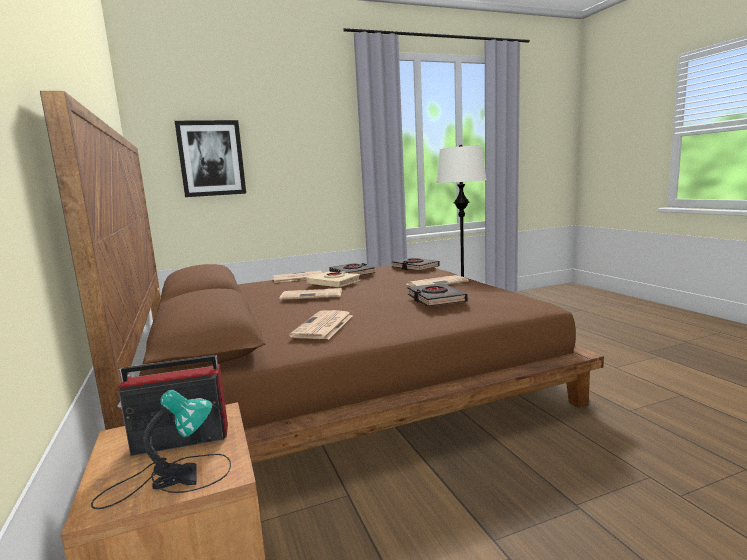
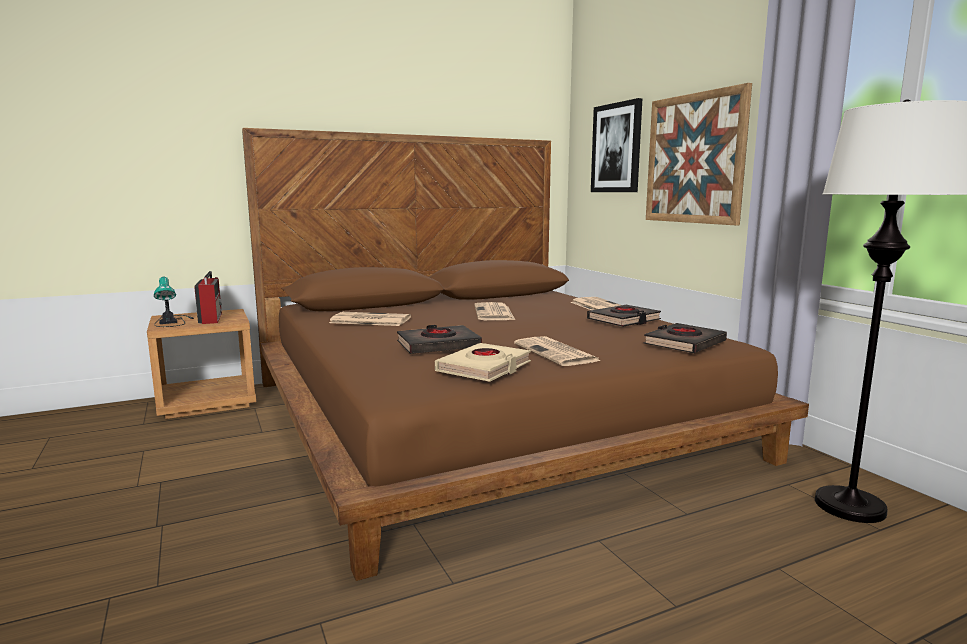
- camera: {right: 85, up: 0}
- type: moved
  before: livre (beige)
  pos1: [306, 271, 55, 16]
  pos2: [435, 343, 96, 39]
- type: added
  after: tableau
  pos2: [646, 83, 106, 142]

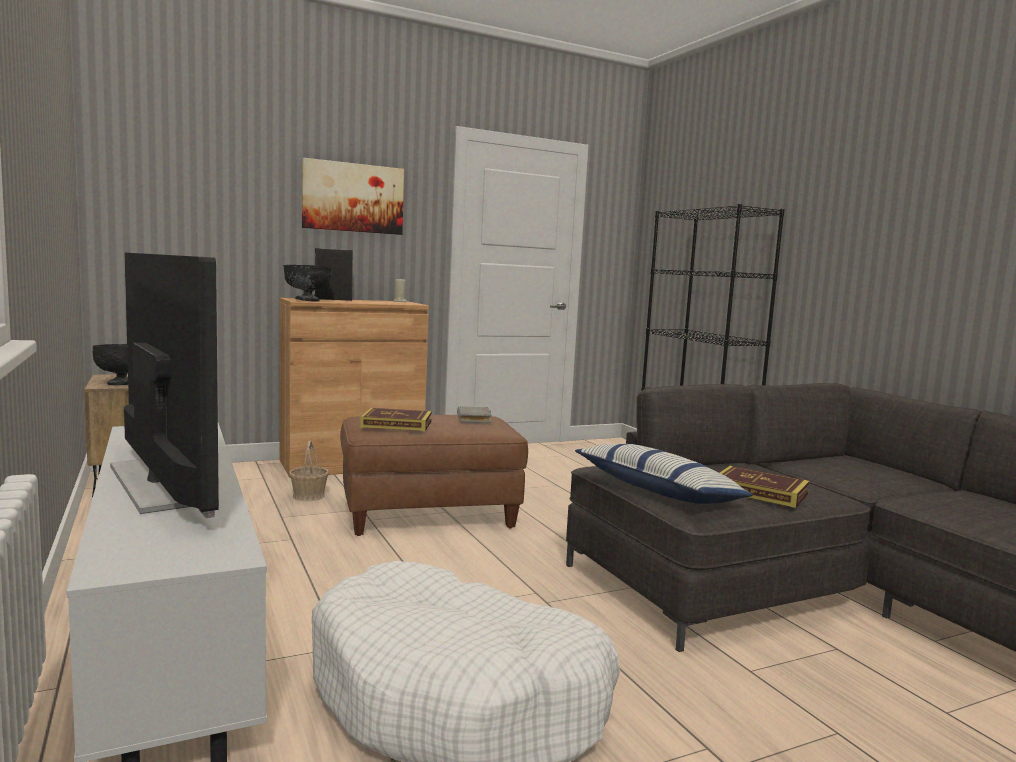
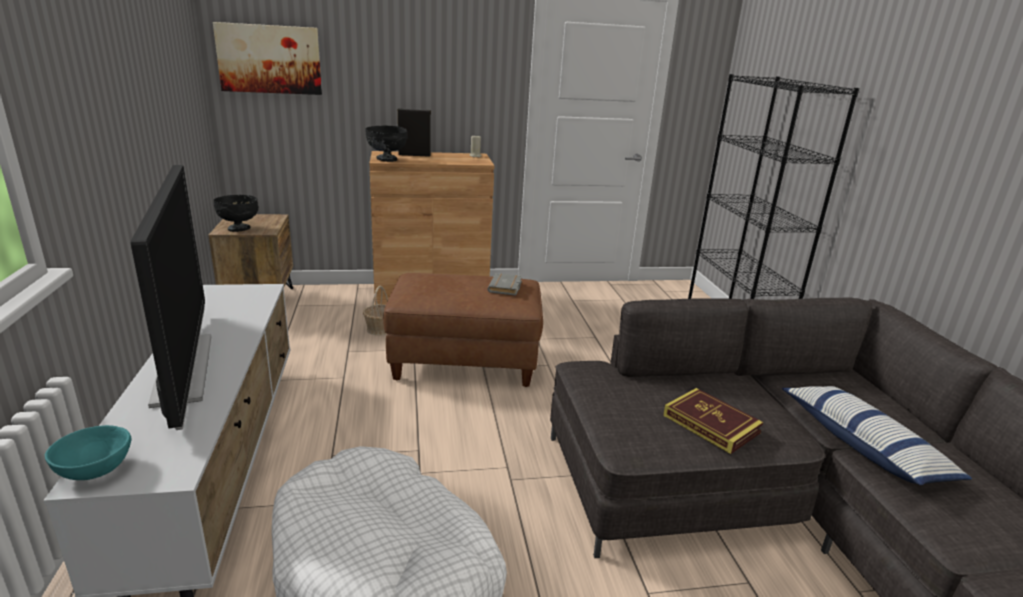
- camera: {right: 15, up: 15}
- type: moved
  before: tableau
  pos1: [302, 158, 102, 77]
  pos2: [213, 22, 109, 73]
- type: removed
  before: livre
  pos1: [360, 408, 72, 23]
- type: moved
  before: coussin
  pos1: [575, 444, 177, 60]
  pos2: [782, 386, 190, 99]
- type: added
  after: bol (turquoise)
  pos2: [45, 425, 86, 55]

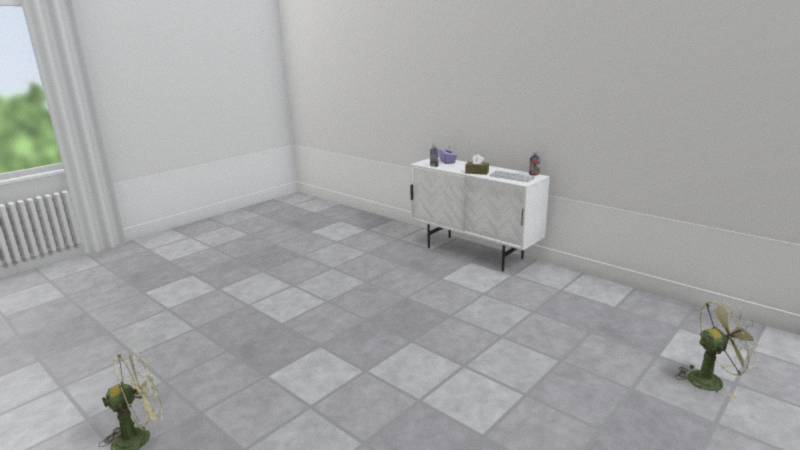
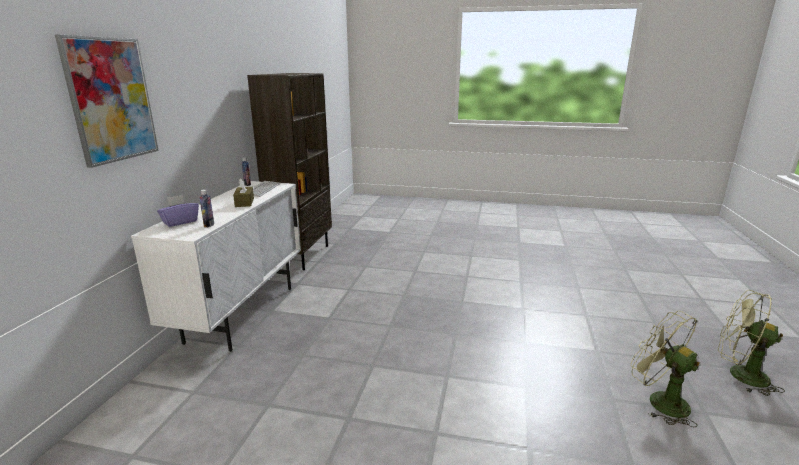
- camera: {right: -120, up: 0}
- type: moved
  before: ventilateur (vert)
  pos1: [675, 300, 87, 98]
  pos2: [631, 311, 68, 116]
- type: added
  after: tableau
  pos2: [55, 35, 104, 133]
- type: added
  after: bibliothèque (marron)
  pos2: [247, 73, 85, 197]

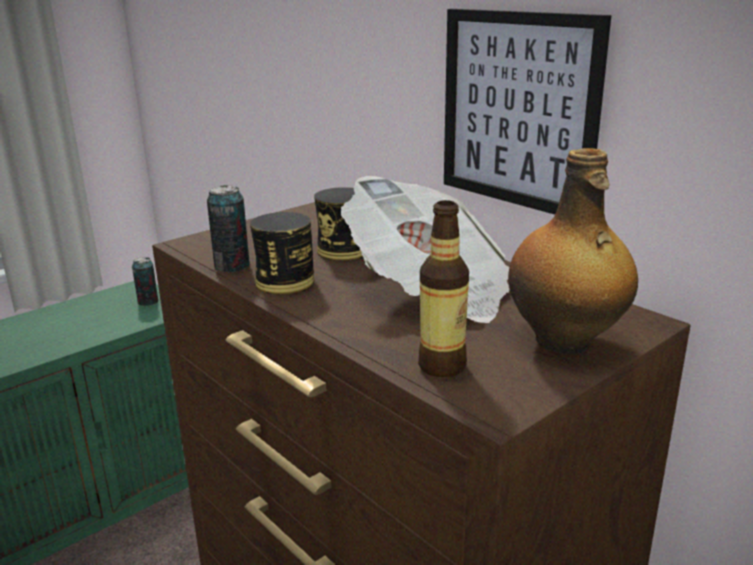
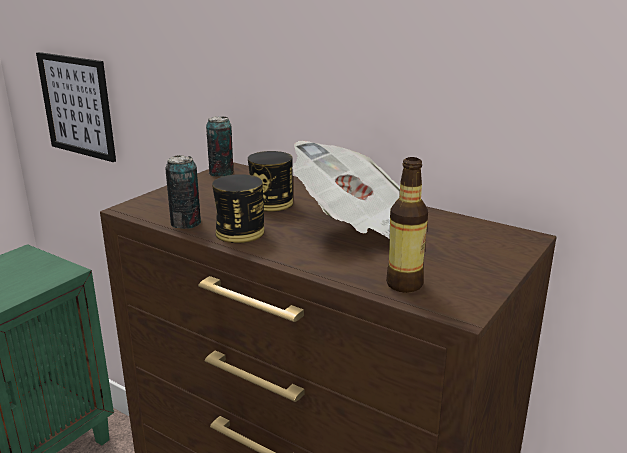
- camera: {right: -15, up: 0}
- type: moved
  before: boîte métallique
  pos1: [132, 257, 26, 49]
  pos2: [206, 116, 28, 61]
- type: moved
  before: tableau
  pos1: [444, 9, 167, 206]
  pos2: [36, 52, 80, 110]
- type: removed
  before: bouteille
  pos1: [508, 148, 130, 206]

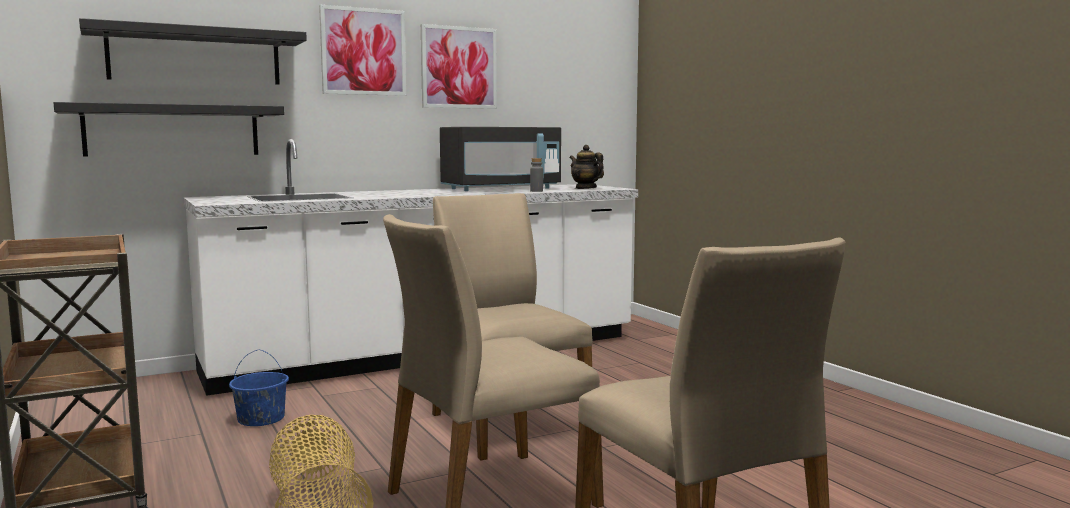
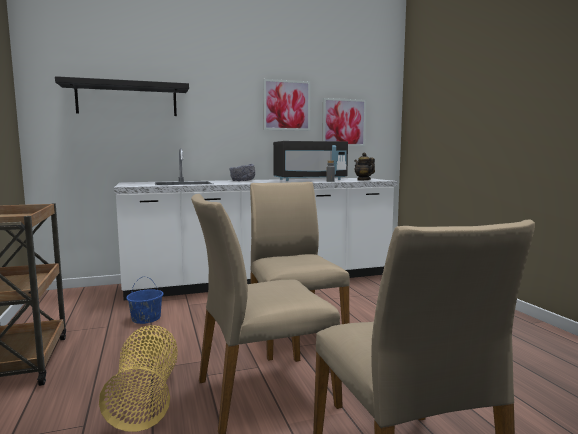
- camera: {right: 10, up: 0}
- type: removed
  before: étagère (noir)
  pos1: [53, 102, 231, 55]
- type: moved
  before: tableau
  pos1: [319, 5, 87, 91]
  pos2: [322, 98, 44, 48]
- type: added
  after: bol (gris)
  pos2: [230, 164, 25, 17]

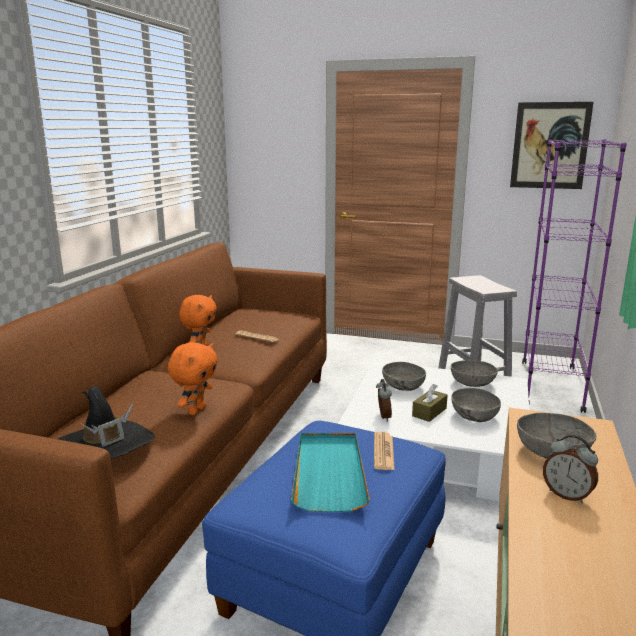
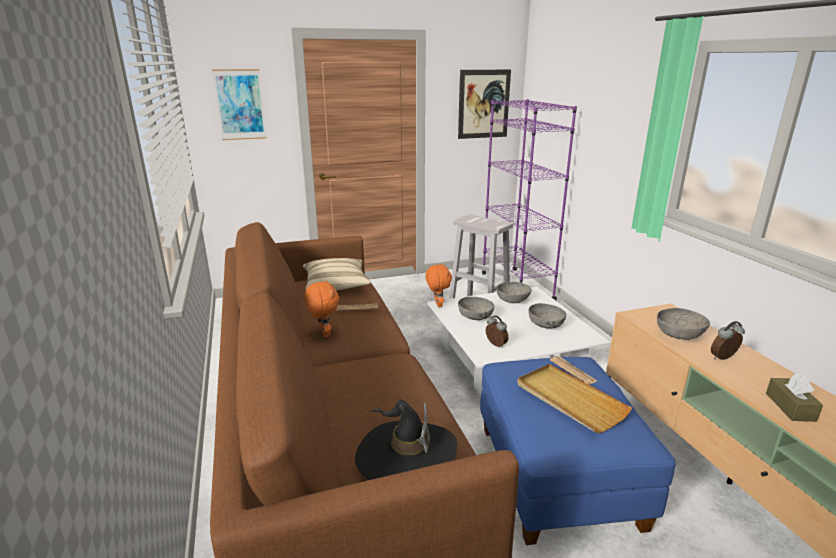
- camera: {right: -35, up: 5}
- type: moved
  before: peluche (orange)
  pos1: [168, 342, 50, 73]
  pos2: [426, 264, 26, 43]
- type: recoloured
  before: plateau (turquoise)
  after: plateau (beige)
  pos1: [291, 433, 79, 79]
  pos2: [517, 364, 115, 69]
- type: moved
  before: boîte à mouchoirs (marron)
  pos1: [412, 384, 36, 38]
  pos2: [766, 373, 57, 49]
- type: turned
  before: réveil
  pos1: [543, 435, 55, 68]
  pos2: [711, 321, 34, 39]
  turn: 150
- type: added
  after: tableau
  pos2: [212, 69, 55, 71]
- type: added
  after: coussin (beige)
  pos2: [303, 258, 68, 33]

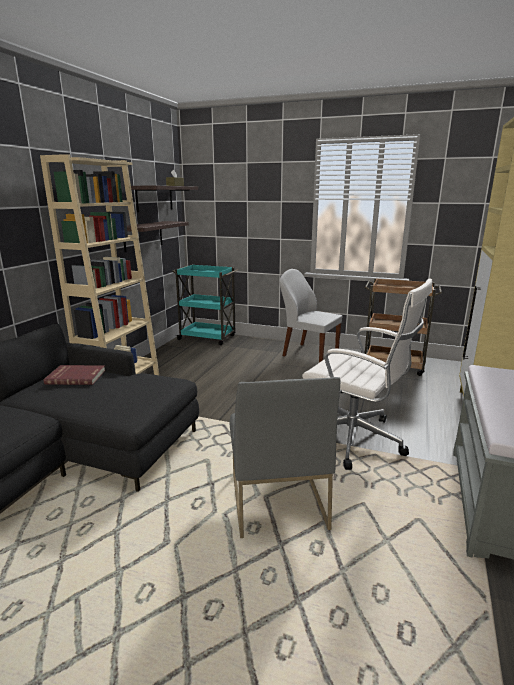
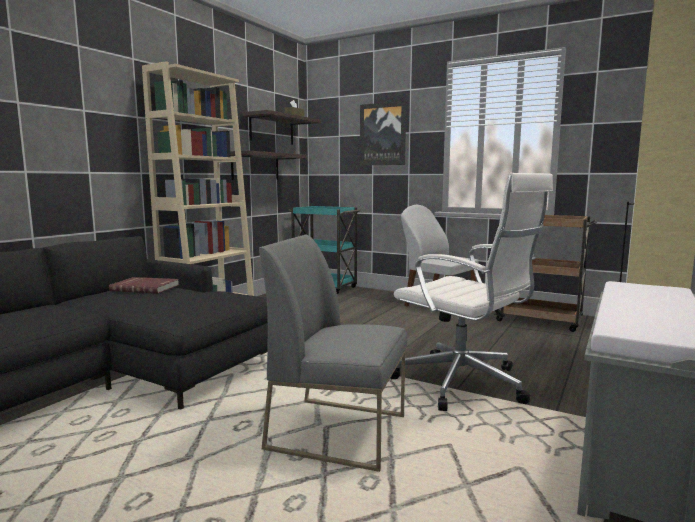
- camera: {right: 10, up: -10}
- type: turned
  before: chaise (gris)
  pos1: [230, 377, 110, 161]
  pos2: [259, 235, 148, 237]
  turn: 105
- type: added
  after: tableau
  pos2: [360, 101, 46, 65]

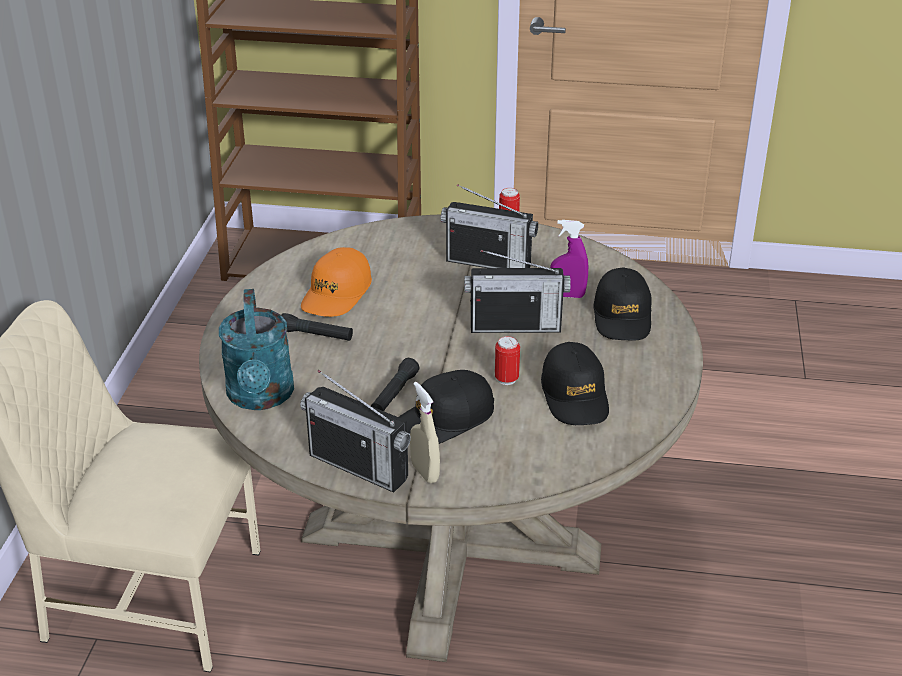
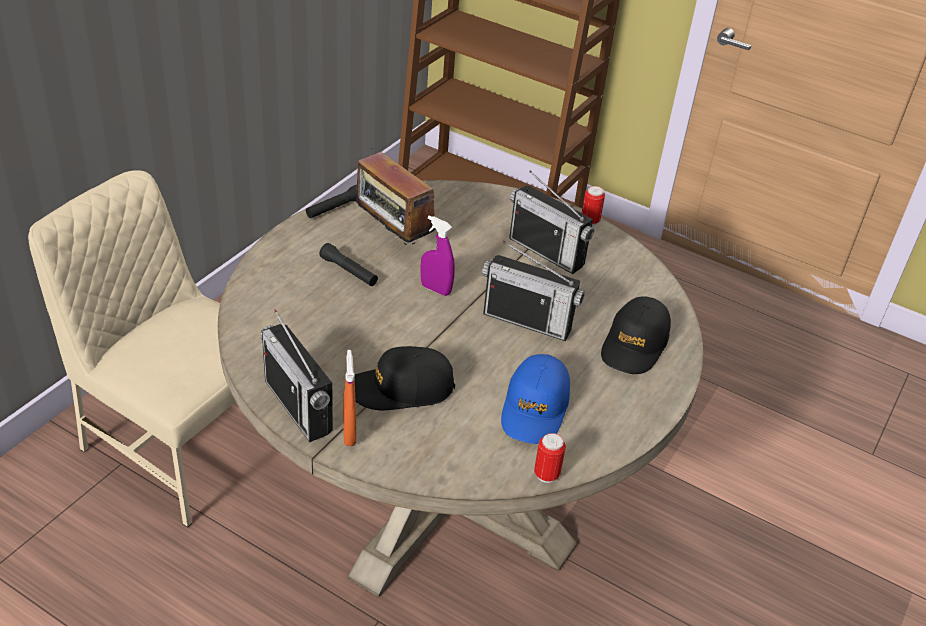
- camera: {right: 20, up: 5}
- type: removed
  before: arrosoir (turquoise)
  pos1: [219, 289, 75, 121]
- type: replaced
  before: casquette (orange)
  after: radio
  pos1: [301, 247, 71, 70]
  pos2: [356, 148, 80, 97]
- type: moved
  before: lampe de poche (noir)
  pos1: [371, 358, 48, 53]
  pos2: [306, 185, 51, 33]
- type: recoloured
  before: vaporisateur (beige)
  after: vaporisateur (orange)
  pos1: [410, 382, 30, 101]
  pos2: [343, 350, 13, 96]
- type: moved
  before: boîte métallique
  pos1: [495, 336, 25, 49]
  pos2: [534, 433, 32, 50]
- type: recoloured
  before: casquette (noir)
  after: casquette (bleu)
  pos1: [541, 342, 68, 83]
  pos2: [501, 354, 69, 90]
- type: moved
  before: vaporisateur (violet)
  pos1: [550, 220, 38, 78]
  pos2: [420, 215, 35, 81]

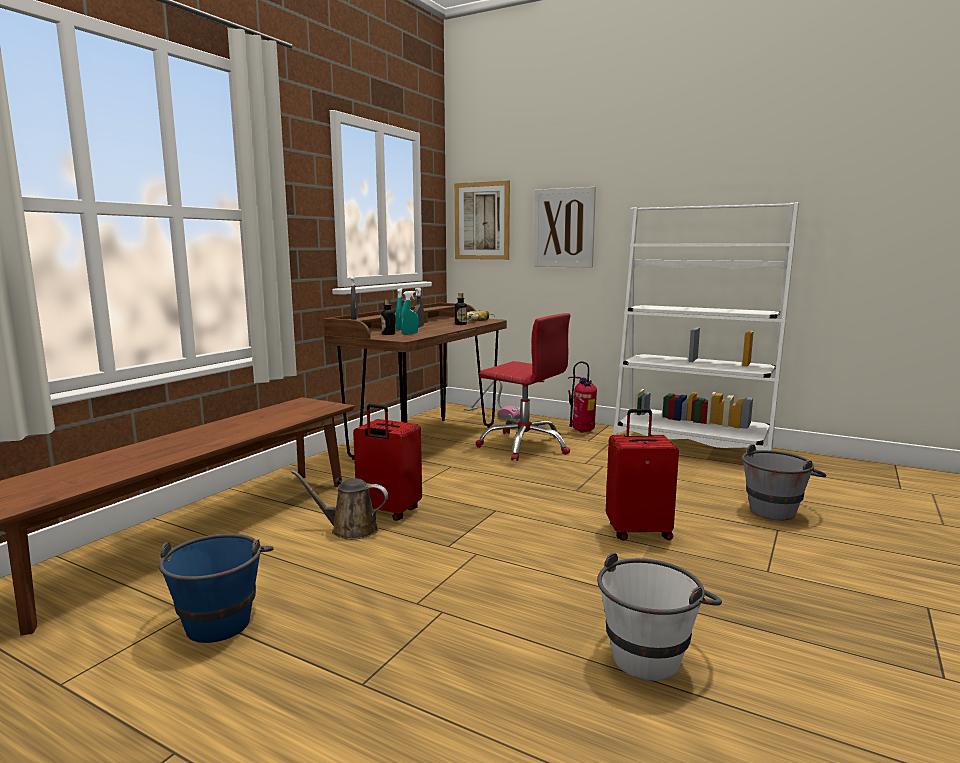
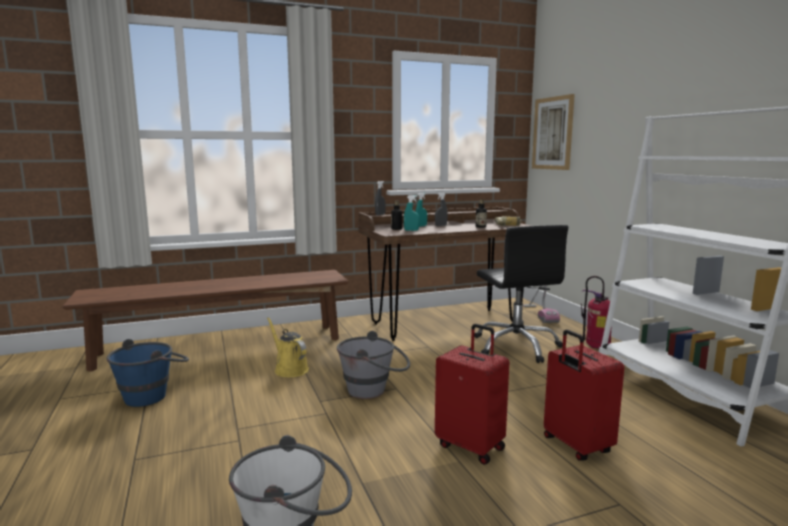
- camera: {right: 40, up: 0}
- type: recoloured
  before: arrosoir (marron)
  after: arrosoir (jaune)
  pos1: [291, 470, 97, 70]
  pos2: [267, 317, 42, 60]
- type: moved
  before: valise (rouge)
  pos1: [353, 404, 69, 117]
  pos2: [544, 329, 80, 132]
- type: recoloured
  before: chaise de bureau (rouge)
  after: chaise de bureau (noir)
  pos1: [476, 313, 95, 148]
  pos2: [474, 225, 94, 138]
- type: removed
  before: tableau
  pos1: [533, 187, 63, 81]
- type: moved
  before: seau (gris)
  pos1: [742, 445, 84, 75]
  pos2: [337, 331, 73, 68]

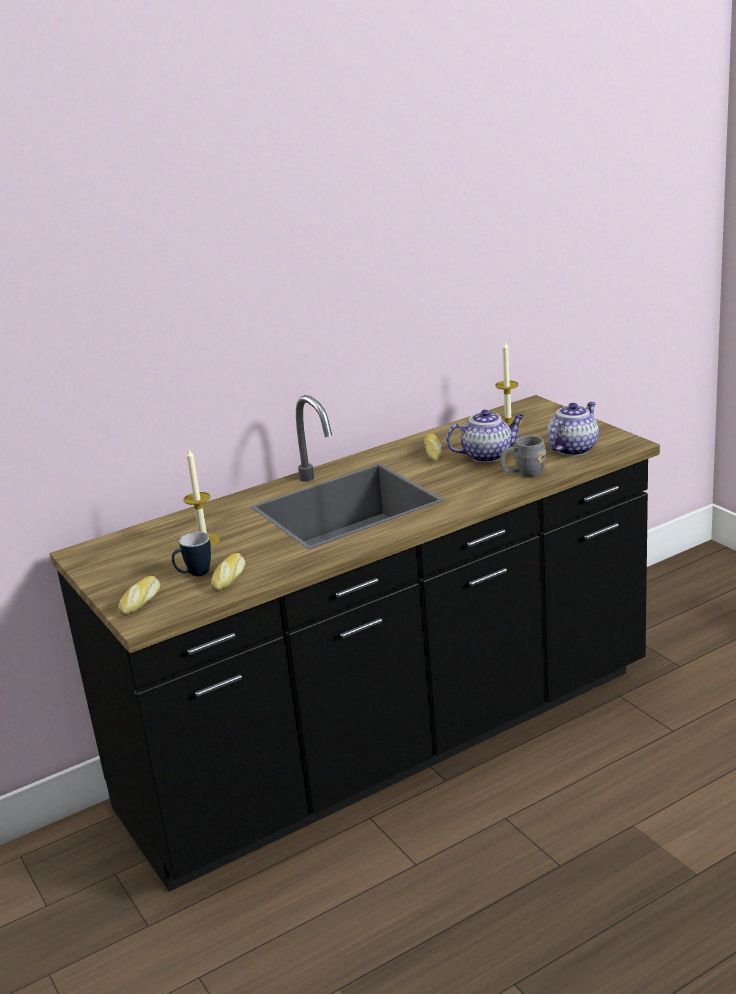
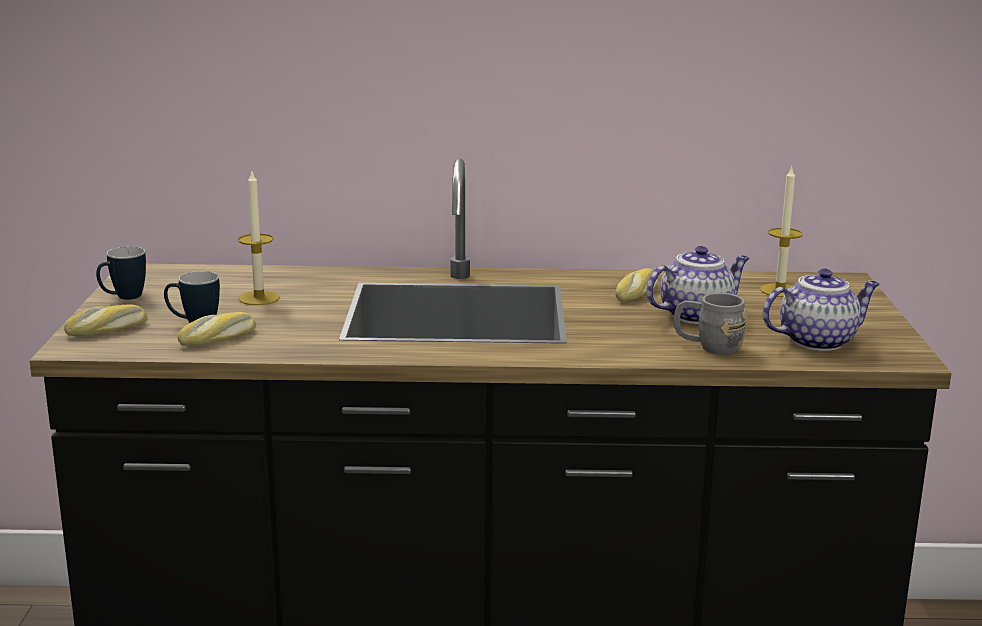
- camera: {right: 30, up: -5}
- type: turned
  before: théière
  pos1: [446, 410, 78, 53]
  pos2: [646, 246, 103, 78]
  turn: -45
- type: added
  after: mug
  pos2: [96, 246, 50, 54]

